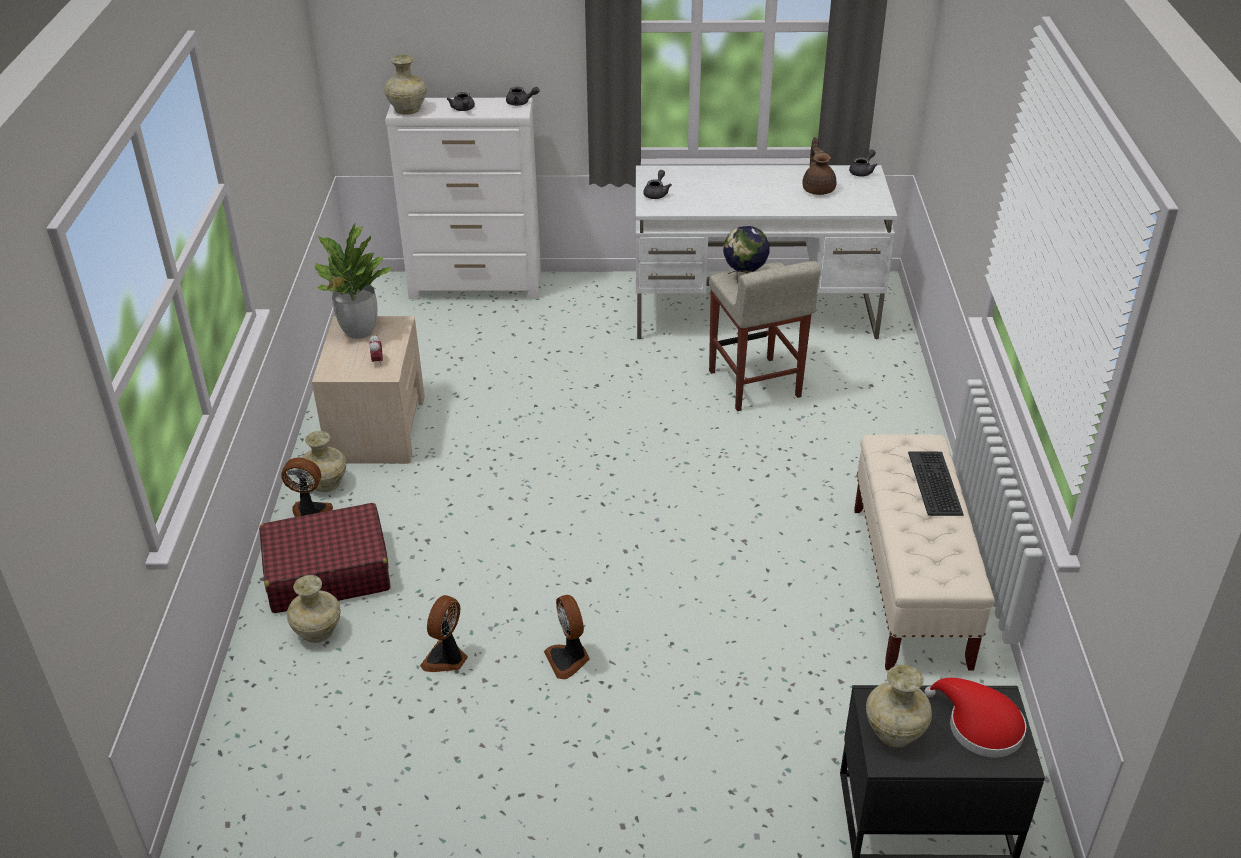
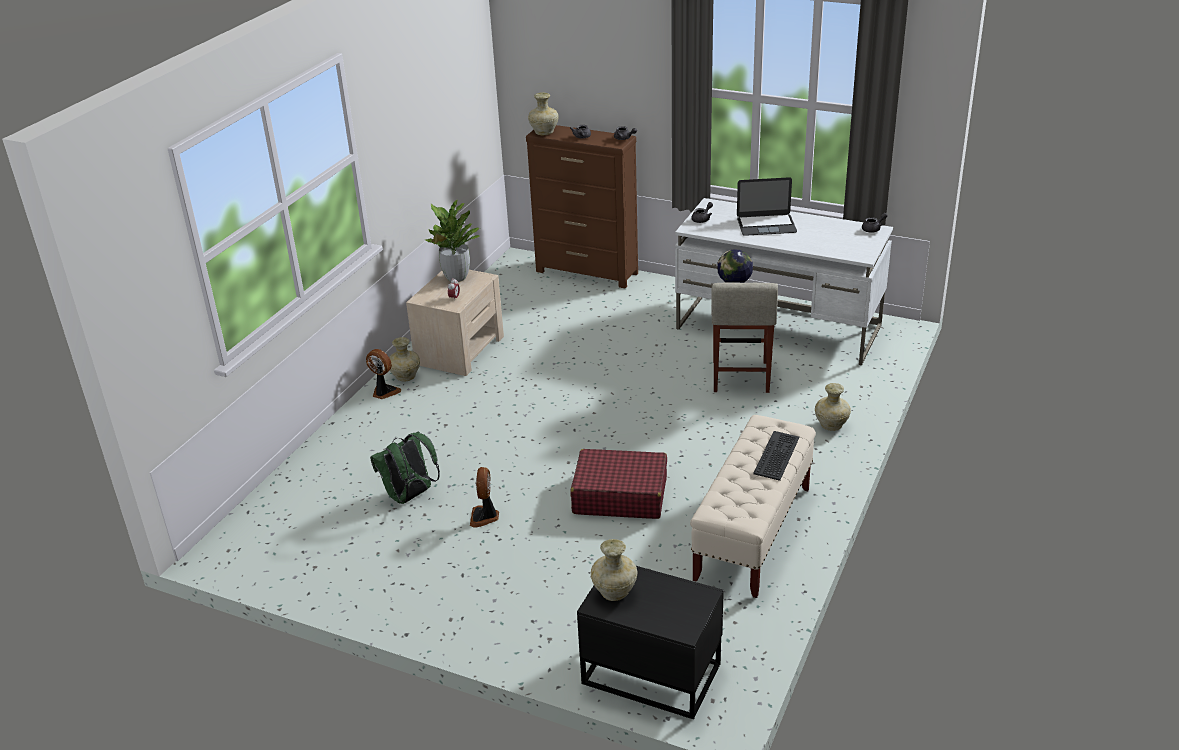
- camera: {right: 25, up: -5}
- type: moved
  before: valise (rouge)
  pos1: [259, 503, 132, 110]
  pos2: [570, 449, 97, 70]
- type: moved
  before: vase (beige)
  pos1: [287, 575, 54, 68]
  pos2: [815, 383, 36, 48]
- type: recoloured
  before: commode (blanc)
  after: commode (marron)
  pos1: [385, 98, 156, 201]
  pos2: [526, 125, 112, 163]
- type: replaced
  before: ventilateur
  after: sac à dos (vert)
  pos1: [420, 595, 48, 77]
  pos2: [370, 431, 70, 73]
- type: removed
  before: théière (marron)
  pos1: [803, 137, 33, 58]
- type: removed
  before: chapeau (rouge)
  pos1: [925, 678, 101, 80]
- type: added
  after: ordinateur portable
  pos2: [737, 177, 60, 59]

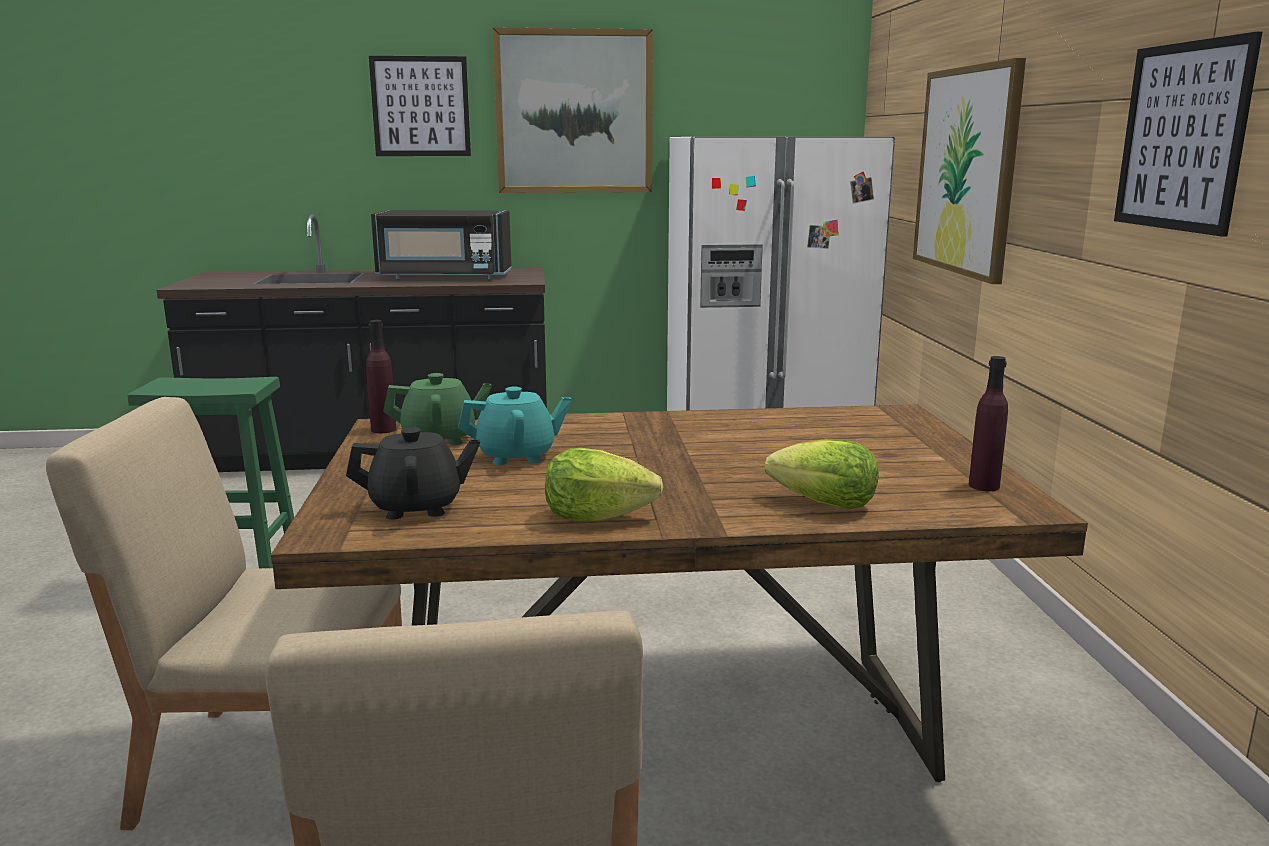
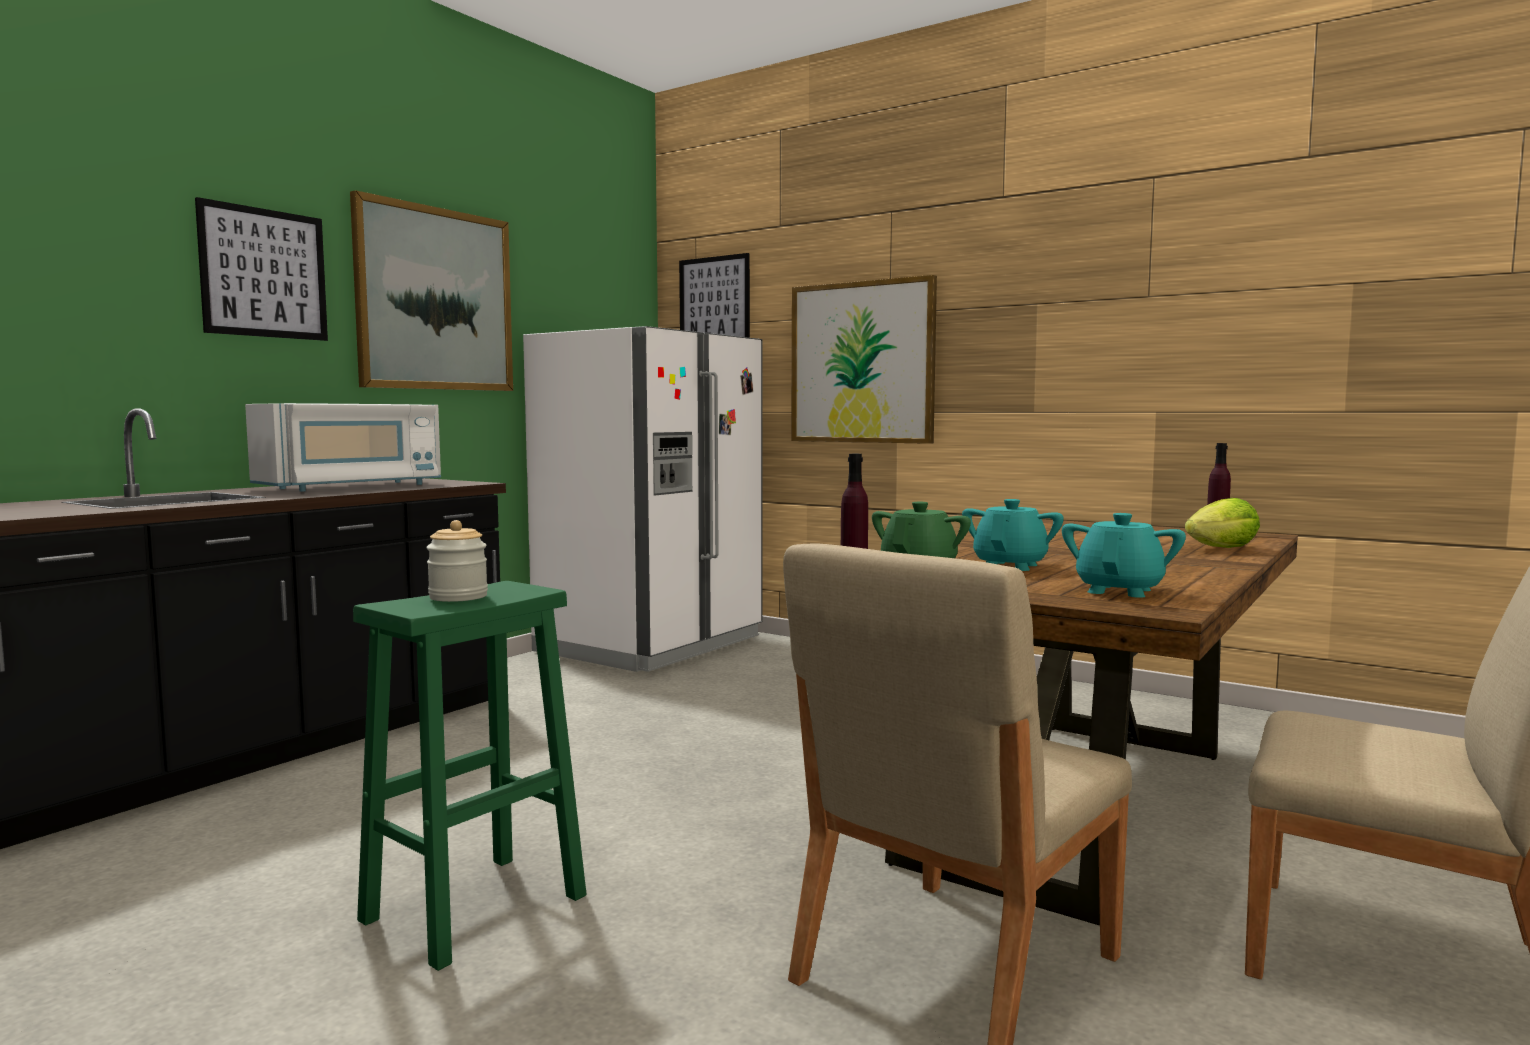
- camera: {right: -50, up: -10}
- type: recoloured
  before: théière (noir)
  after: théière (turquoise)
  pos1: [346, 427, 134, 93]
  pos2: [1062, 513, 124, 85]
- type: recoloured
  before: micro-ondes (noir)
  after: micro-ondes (blanc)
  pos1: [371, 210, 140, 69]
  pos2: [245, 403, 196, 89]
- type: removed
  before: laitue
  pos1: [545, 448, 118, 73]
- type: moved
  before: tableau
  pos1: [1114, 31, 148, 206]
  pos2: [679, 253, 71, 85]
- type: added
  after: bocal
  pos2: [426, 520, 62, 82]

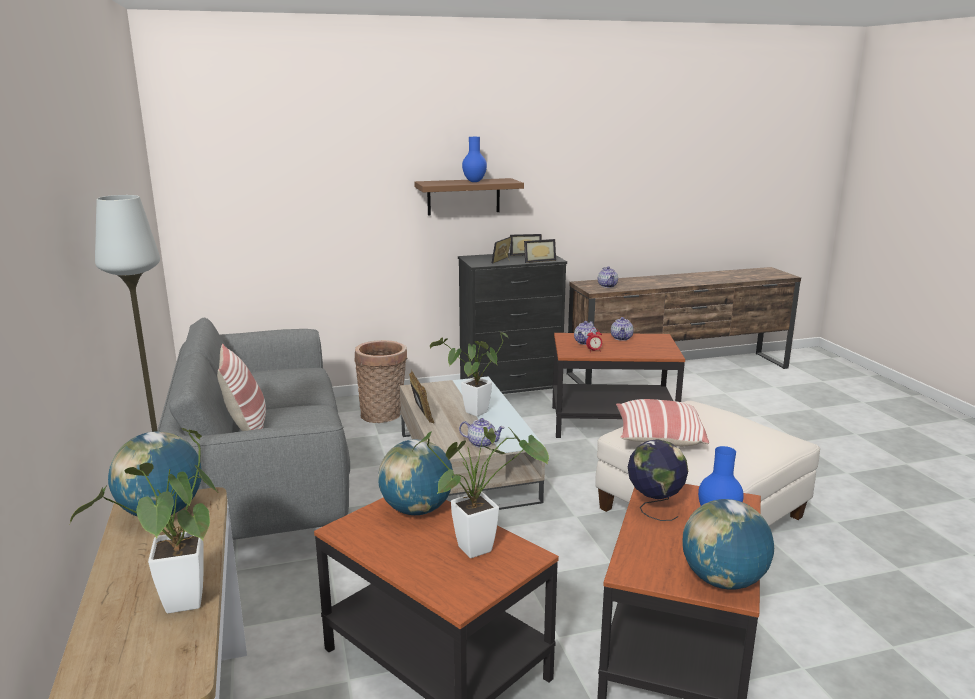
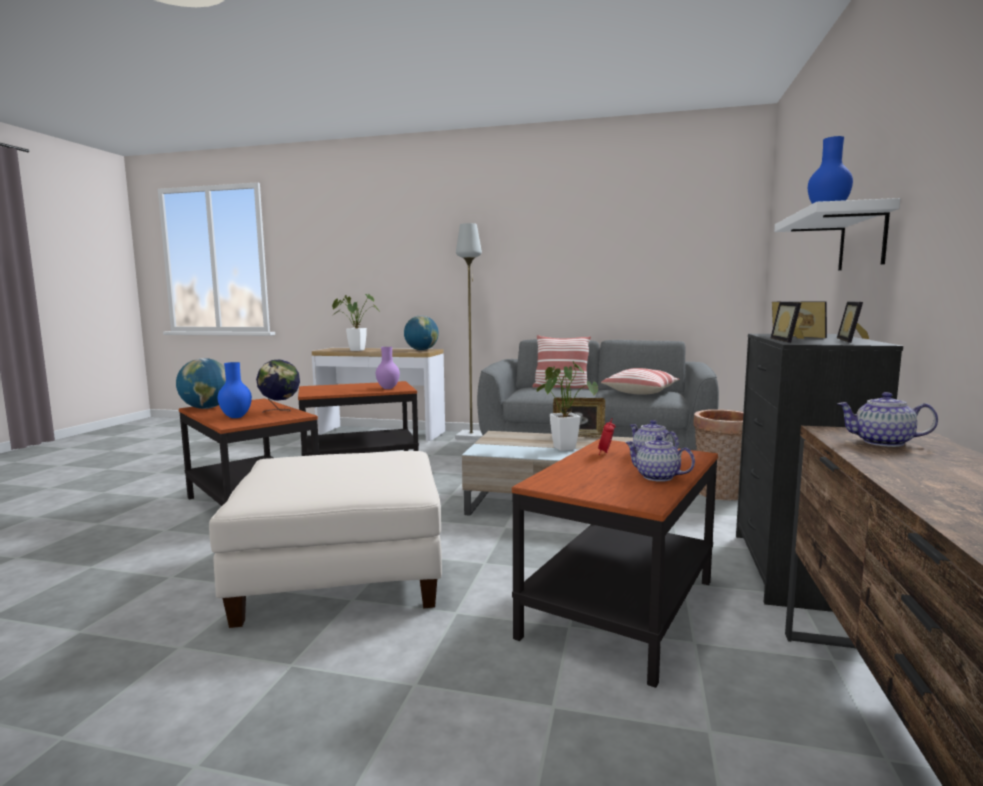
- camera: {right: 120, up: -10}
- type: replaced
  before: globe
  after: vase (violet)
  pos1: [378, 439, 75, 76]
  pos2: [376, 347, 24, 42]
- type: removed
  before: plante en pot
  pos1: [412, 427, 137, 131]
- type: recoloured
  before: étagère (marron)
  after: étagère (blanc)
  pos1: [414, 178, 110, 37]
  pos2: [774, 198, 126, 73]
- type: removed
  before: théière
  pos1: [459, 418, 46, 30]
- type: moved
  before: coussin
  pos1: [616, 399, 93, 47]
  pos2: [601, 368, 79, 27]

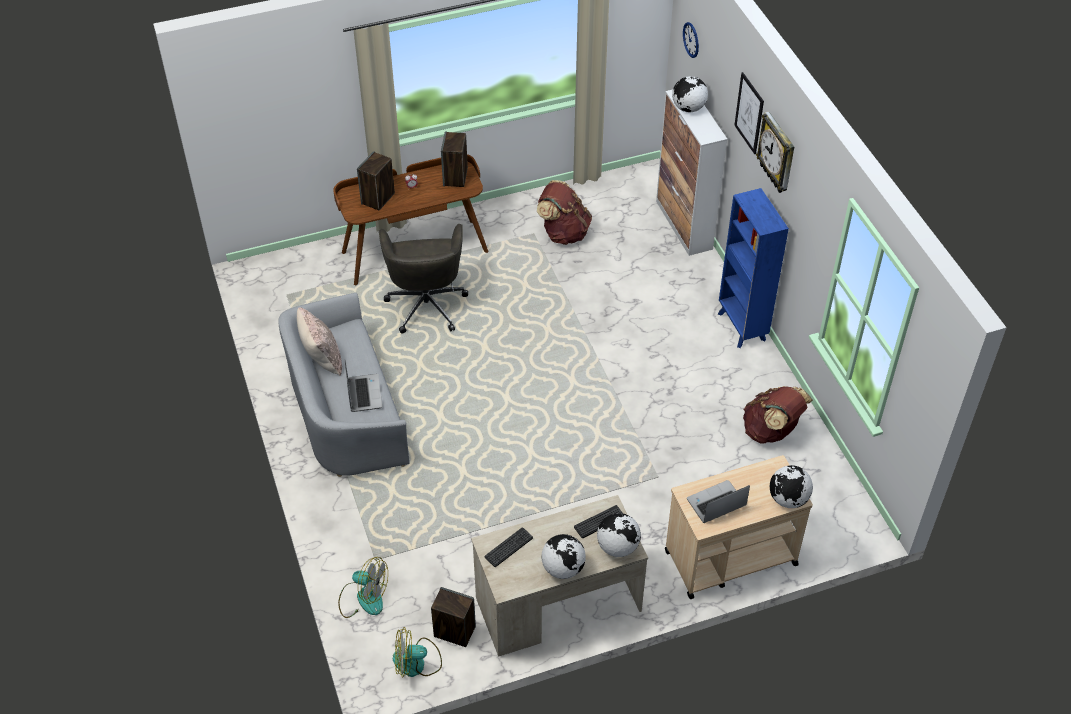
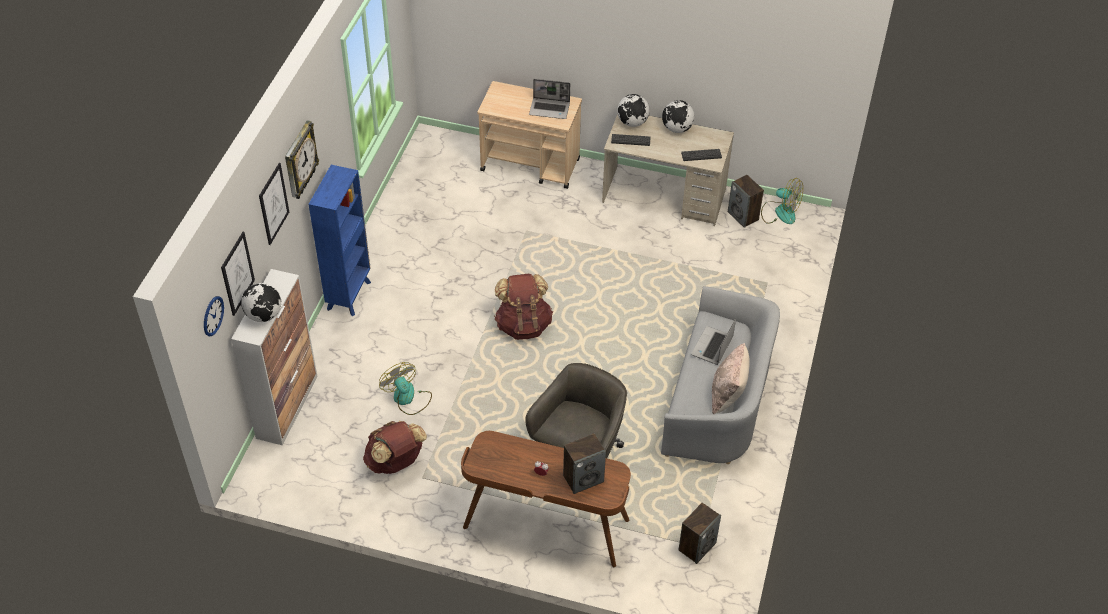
- camera: {right: -145, up: 0}
- type: moved
  before: ventilateur
  pos1: [338, 557, 50, 61]
  pos2: [379, 362, 53, 53]
- type: moved
  before: enceinte
  pos1: [441, 132, 27, 55]
  pos2: [679, 503, 42, 61]
- type: moved
  before: sac à dos (marron)
  pos1: [743, 386, 70, 58]
  pos2: [494, 274, 59, 66]
- type: removed
  before: globe
  pos1: [770, 465, 43, 43]
- type: added
  after: tableau
  pos2: [221, 232, 34, 84]

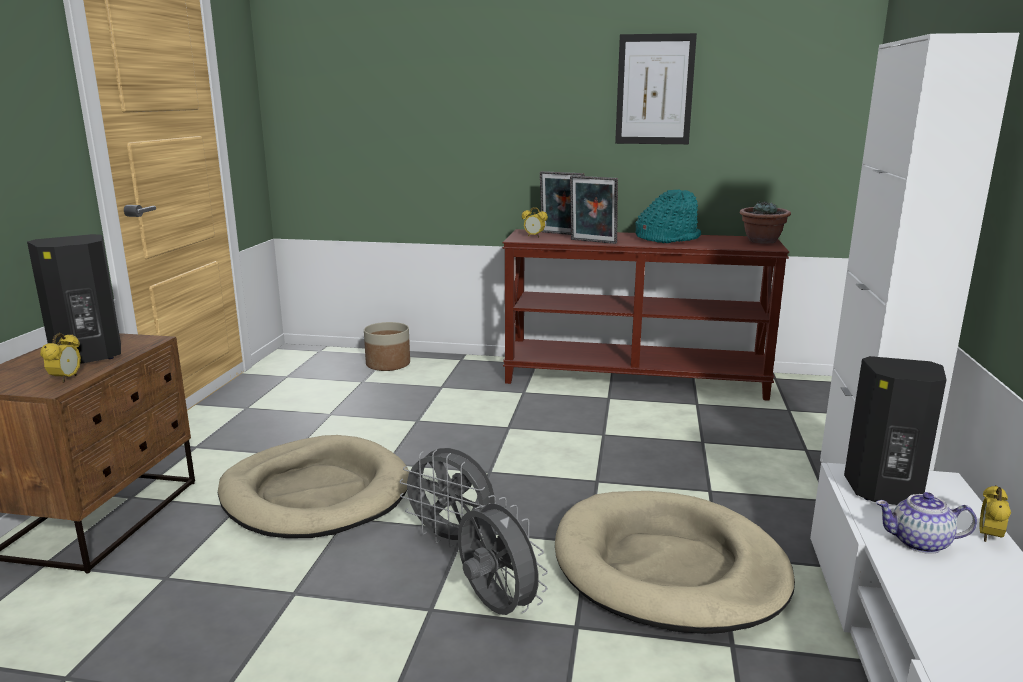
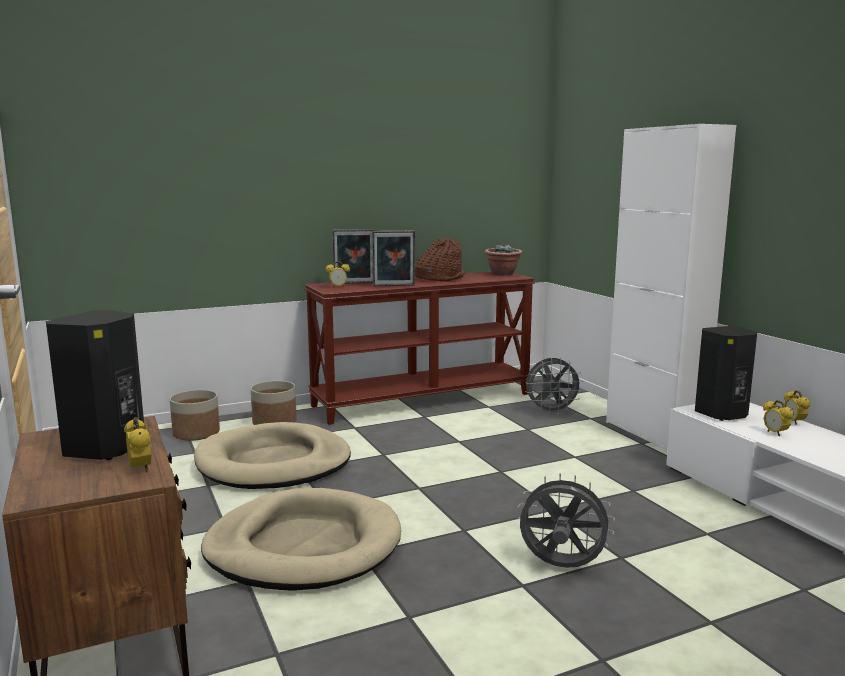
- camera: {right: -35, up: -5}
- type: moved
  before: ventilateur (gris)
  pos1: [399, 448, 95, 100]
  pos2: [525, 358, 59, 57]
- type: moved
  before: panier pour chien (beige)
  pos1: [555, 491, 240, 143]
  pos2: [194, 422, 157, 67]
- type: removed
  before: tableau
  pos1: [615, 33, 82, 111]
- type: recoloured
  before: chapeau (turquoise)
  after: chapeau (marron)
  pos1: [636, 190, 65, 53]
  pos2: [415, 238, 50, 44]
- type: replaced
  before: théière
  after: réveil
  pos1: [876, 492, 101, 62]
  pos2: [763, 400, 31, 36]
- type: added
  after: cache-pot
  pos2: [251, 381, 46, 44]

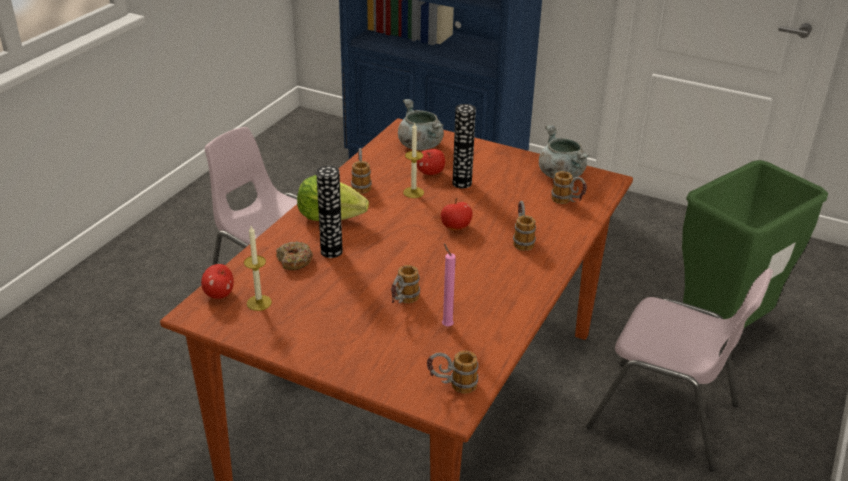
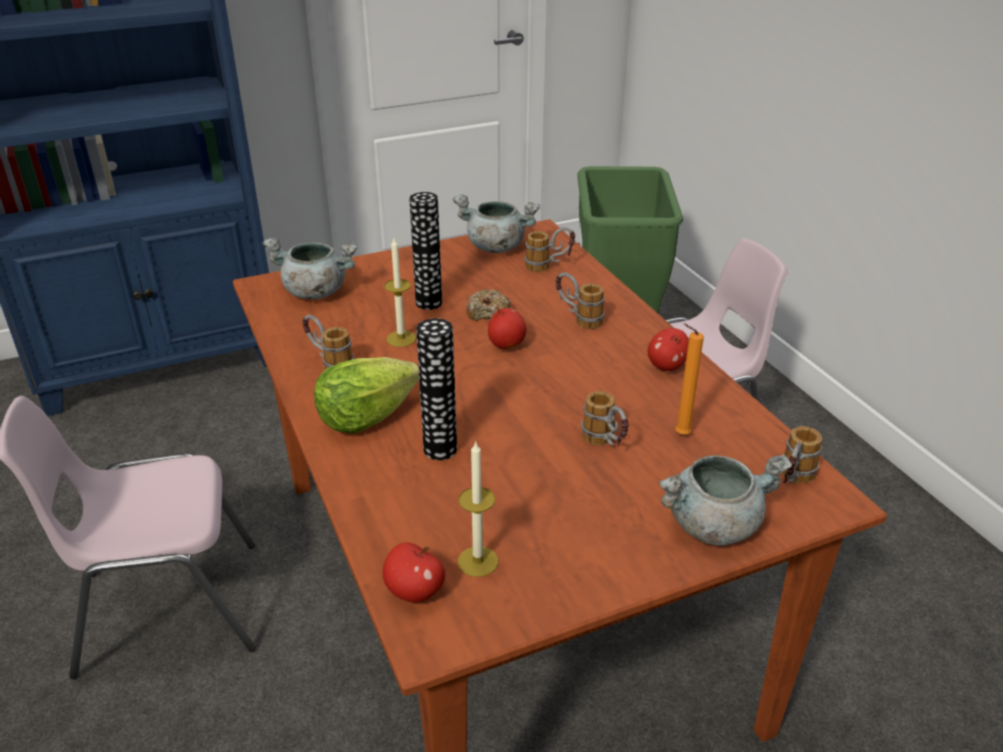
- camera: {right: -50, up: 0}
- type: moved
  before: beignet
  pos1: [276, 241, 37, 29]
  pos2: [466, 290, 45, 31]
- type: moved
  before: pomme
  pos1: [417, 149, 28, 26]
  pos2: [648, 328, 41, 43]
- type: recoloured
  before: bougie (rose)
  after: bougie (orange)
  pos1: [442, 243, 14, 84]
  pos2: [675, 323, 29, 112]
- type: added
  after: marmite (gris)
  pos2: [659, 454, 133, 92]

